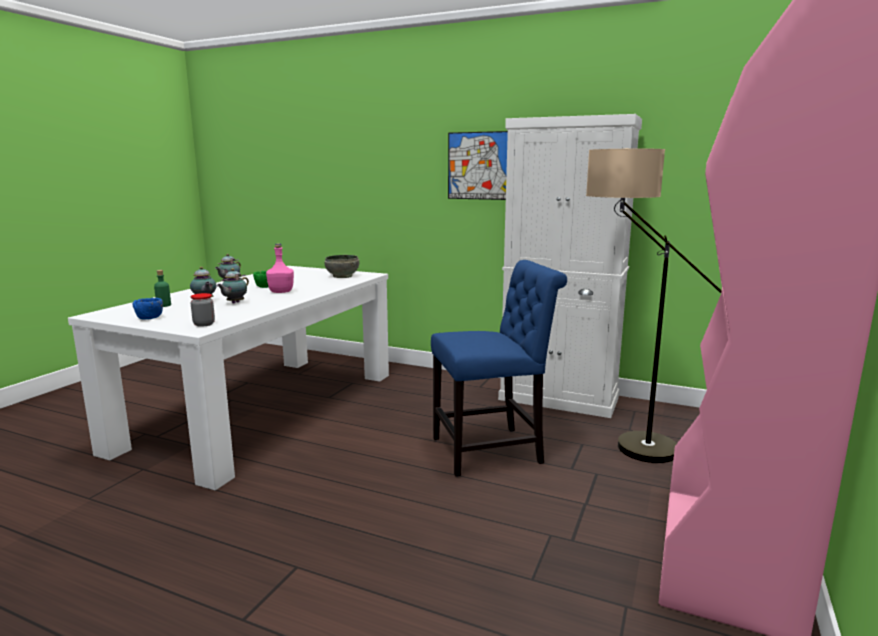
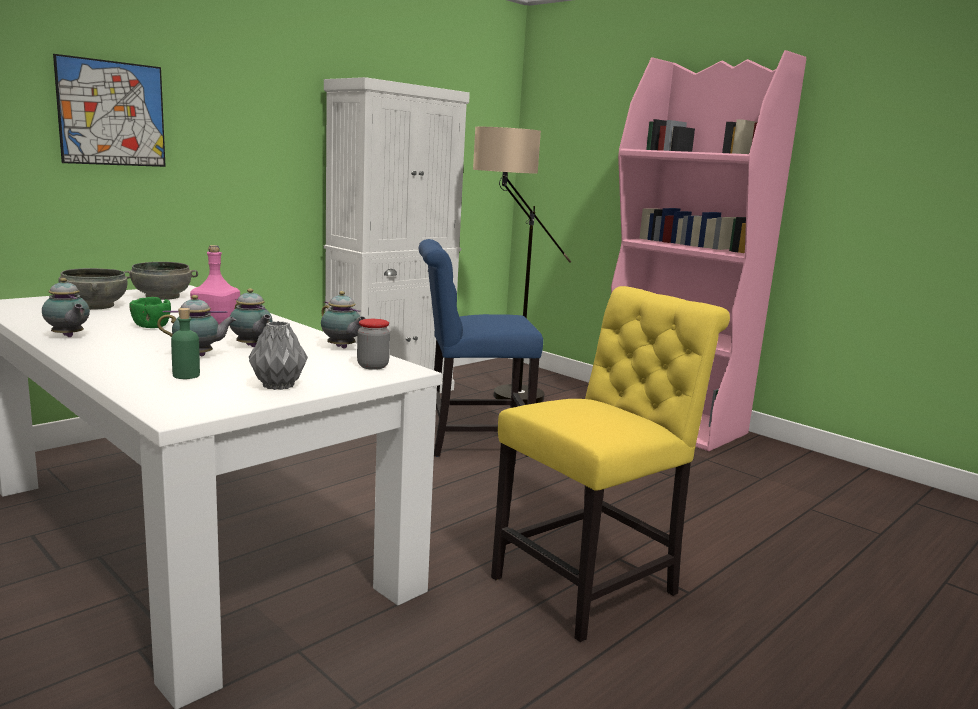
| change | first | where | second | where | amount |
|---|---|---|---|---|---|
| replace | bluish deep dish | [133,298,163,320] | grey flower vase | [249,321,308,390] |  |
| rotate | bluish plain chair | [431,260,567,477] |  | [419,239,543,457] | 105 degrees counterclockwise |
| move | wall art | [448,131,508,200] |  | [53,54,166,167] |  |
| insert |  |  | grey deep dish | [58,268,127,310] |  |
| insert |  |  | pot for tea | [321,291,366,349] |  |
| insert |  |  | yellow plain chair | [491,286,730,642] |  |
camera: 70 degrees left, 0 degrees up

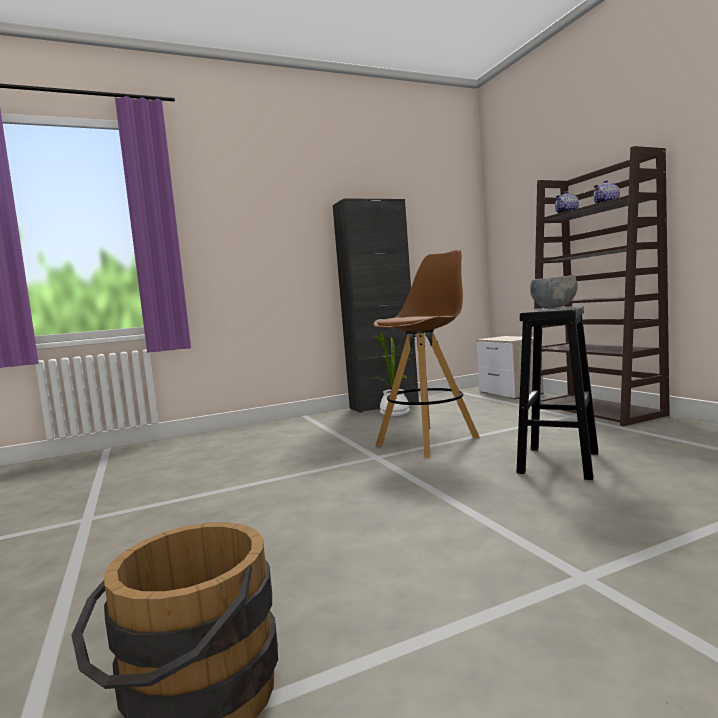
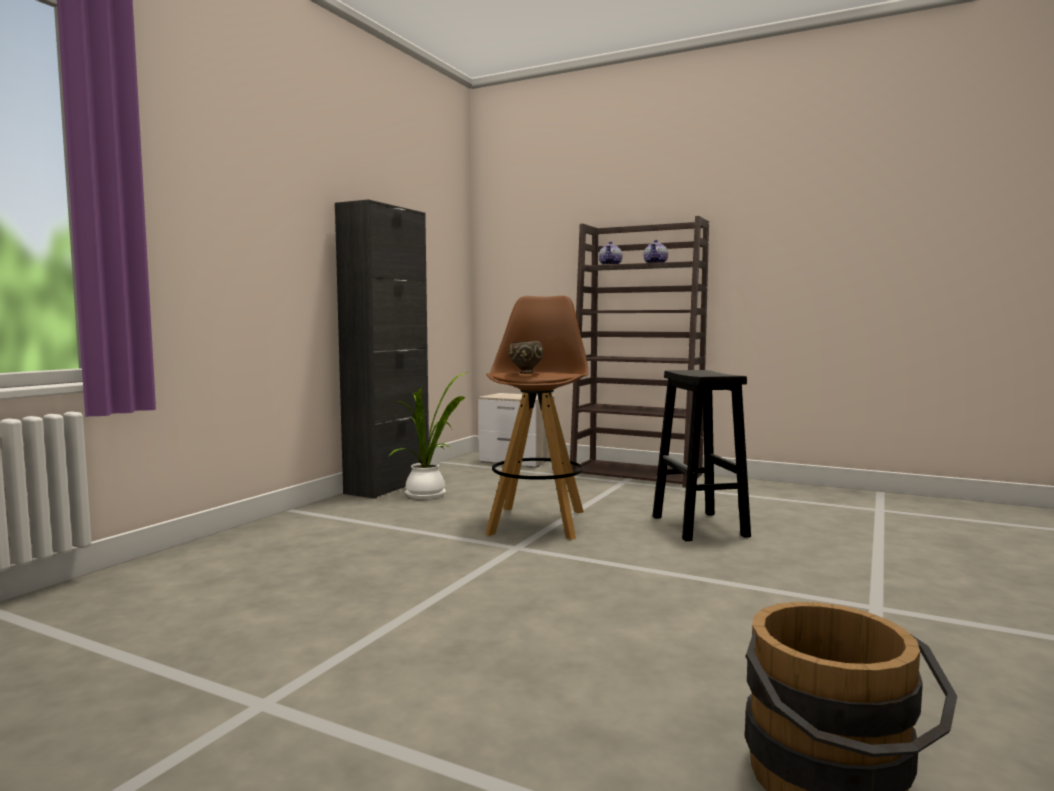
| change | first | where | second | where | amount |
|---|---|---|---|---|---|
| delete | grey deep dish | [530,275,578,309] |  |  |  |
| insert |  |  | brownish deep dish | [509,341,543,374] |  |
camera: 40 degrees left, 0 degrees up

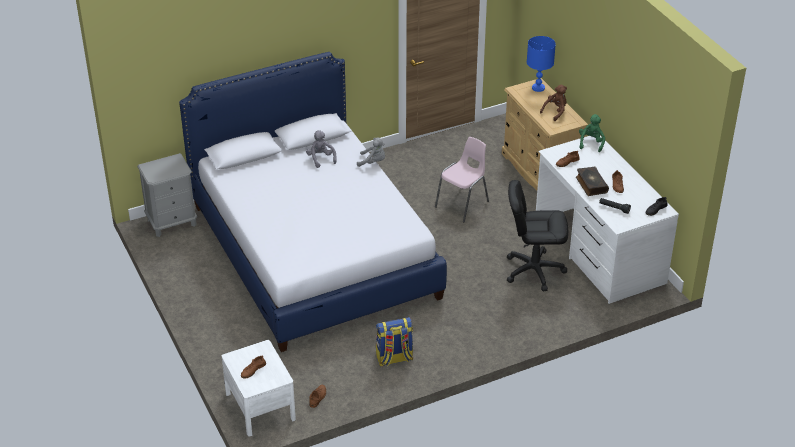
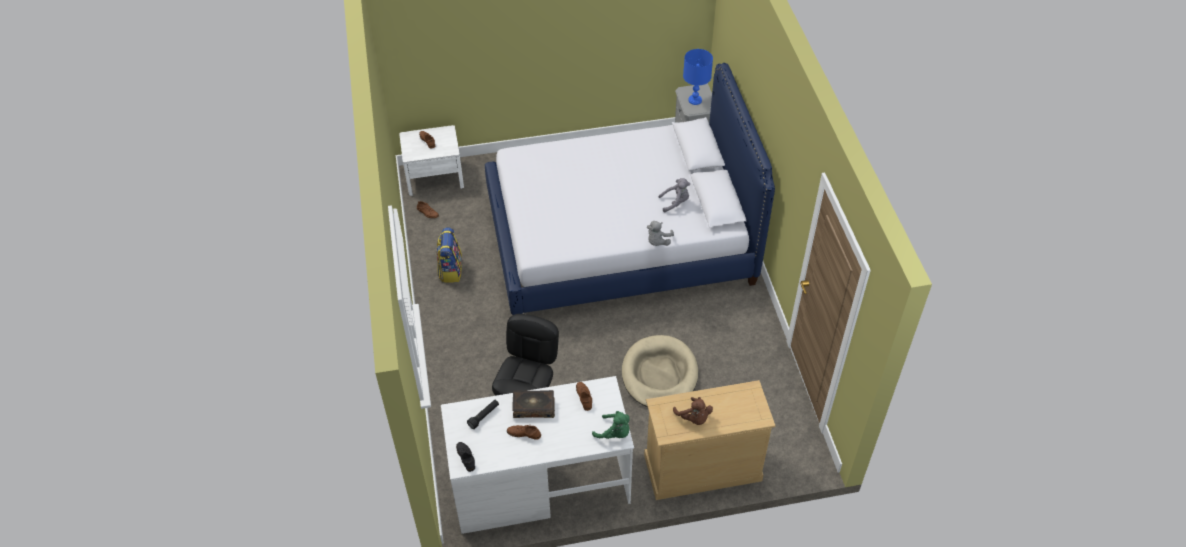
| change | first | where | second | where | amount |
|---|---|---|---|---|---|
| replace | pinkish plain chair | [435,137,489,222] | beige dog bed | [622,335,698,407] |  |
| move | bluish lamp for a table | [527,36,556,92] |  | [683,49,713,105] |  |
camera: 105 degrees right, 10 degrees up

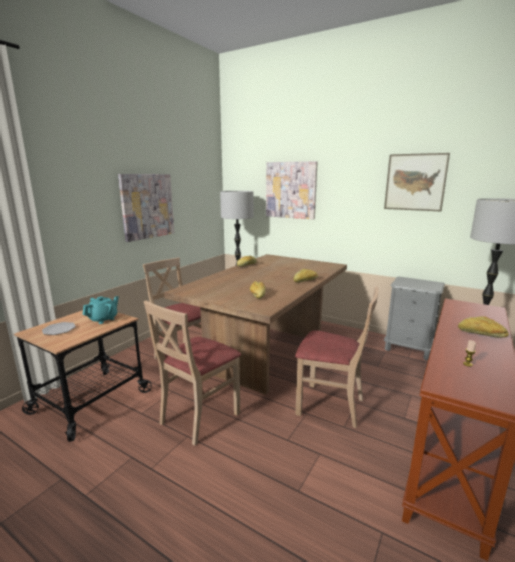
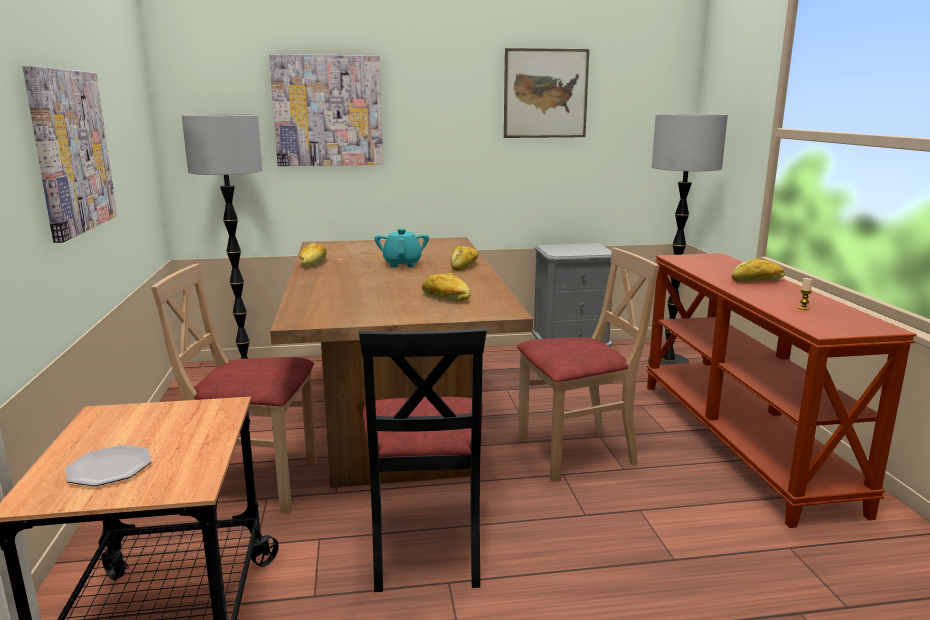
| change | first | where | second | where | amount |
|---|---|---|---|---|---|
| move | turquoise pot for tea | [83,296,119,324] |  | [375,228,429,268] |  |
| recolor | beige plain chair | [144,300,241,446] | blackish plain chair | [359,328,486,592] |  |
camera: 40 degrees left, 0 degrees up

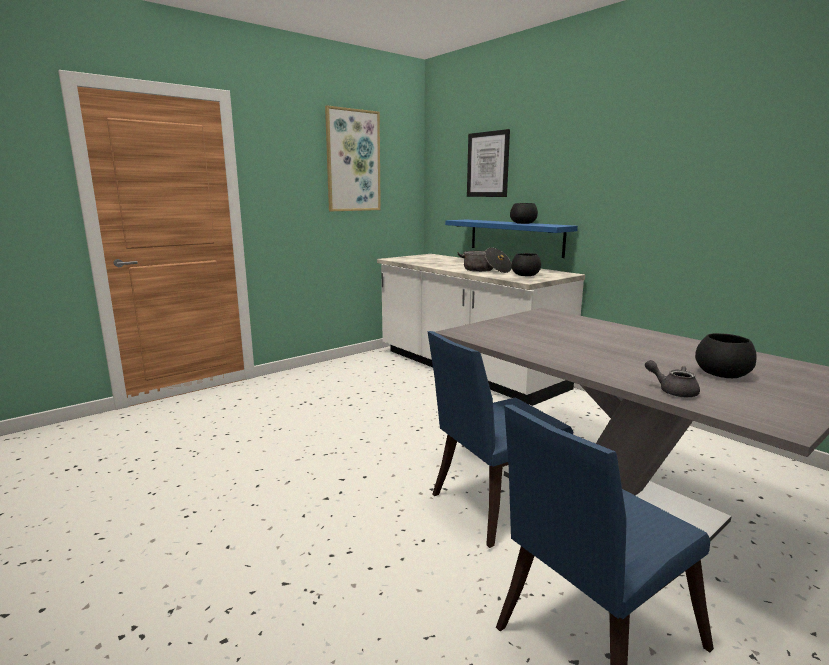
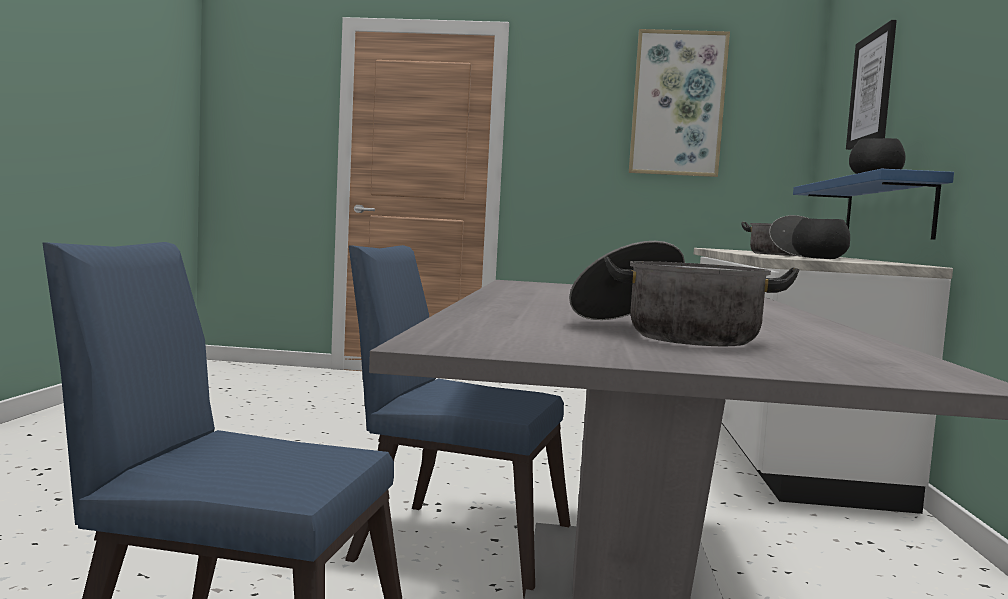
| change | first | where | second | where | amount |
|---|---|---|---|---|---|
| delete | grey pot for tea | [645,360,700,397] |  |  |  |
| replace | blackish deep dish | [695,333,757,378] | stockpot | [569,241,800,346] |  |
camera: 45 degrees right, 10 degrees down

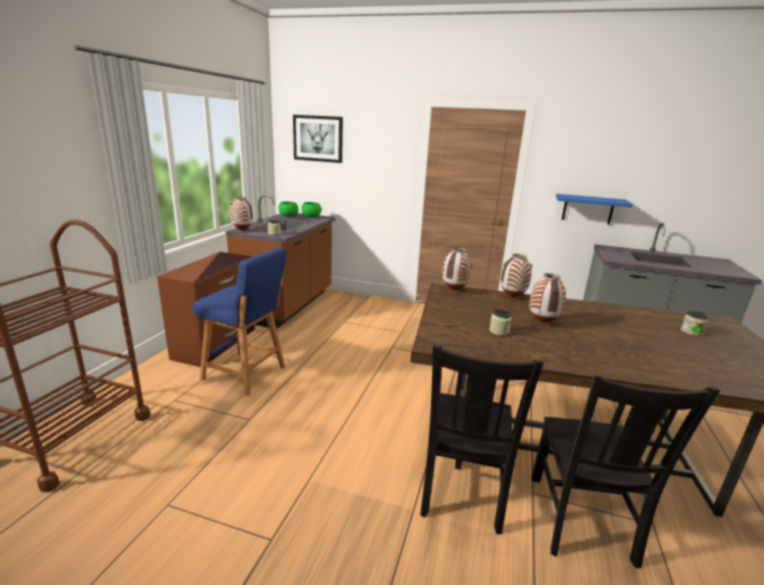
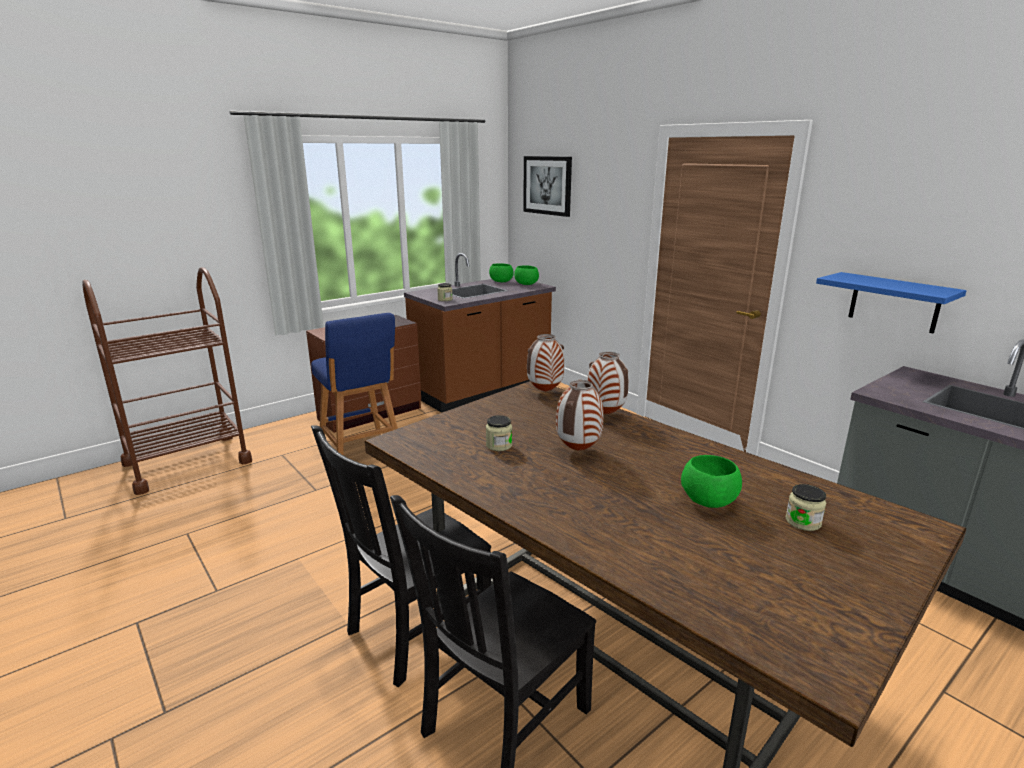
| change | first | where | second | where | amount |
|---|---|---|---|---|---|
| delete | flower vase | [230,197,253,231] |  |  |  |
| insert |  |  | green deep dish | [681,455,742,508] |  |
camera: 35 degrees right, 0 degrees up

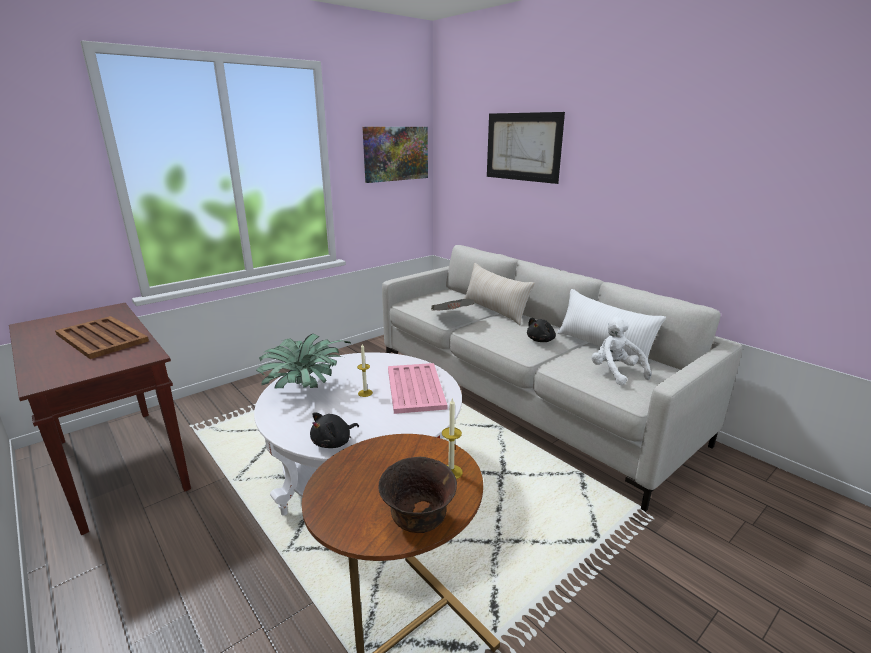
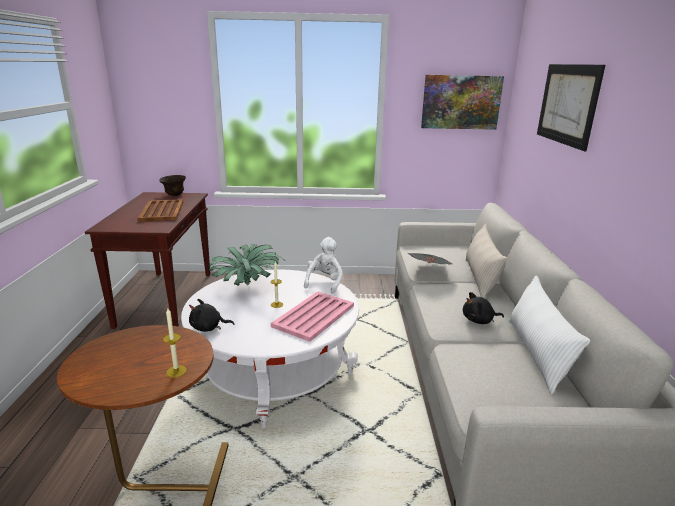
| change | first | where | second | where | amount |
|---|---|---|---|---|---|
| move | brownish deep dish | [378,457,457,533] |  | [159,175,186,196] |  |
| move | whitish soft toy | [592,317,652,386] |  | [304,237,343,294] |  |
camera: 40 degrees right, 0 degrees up

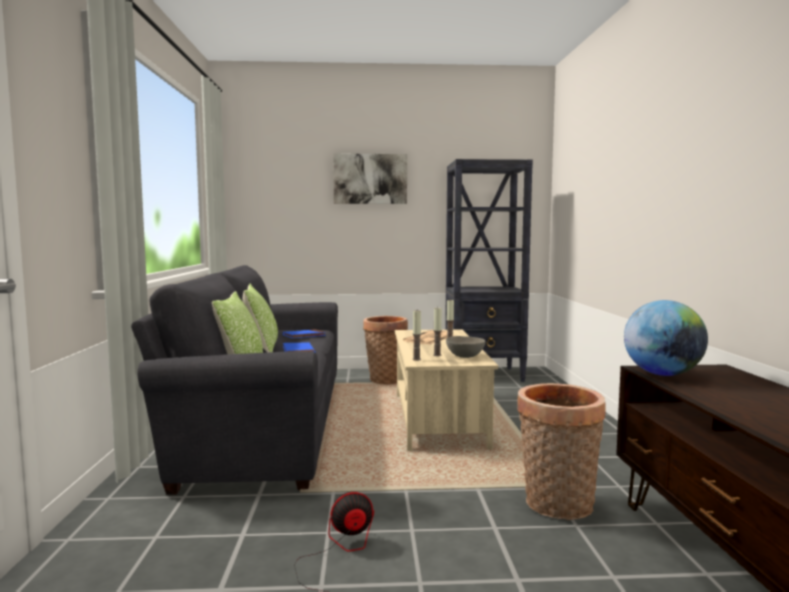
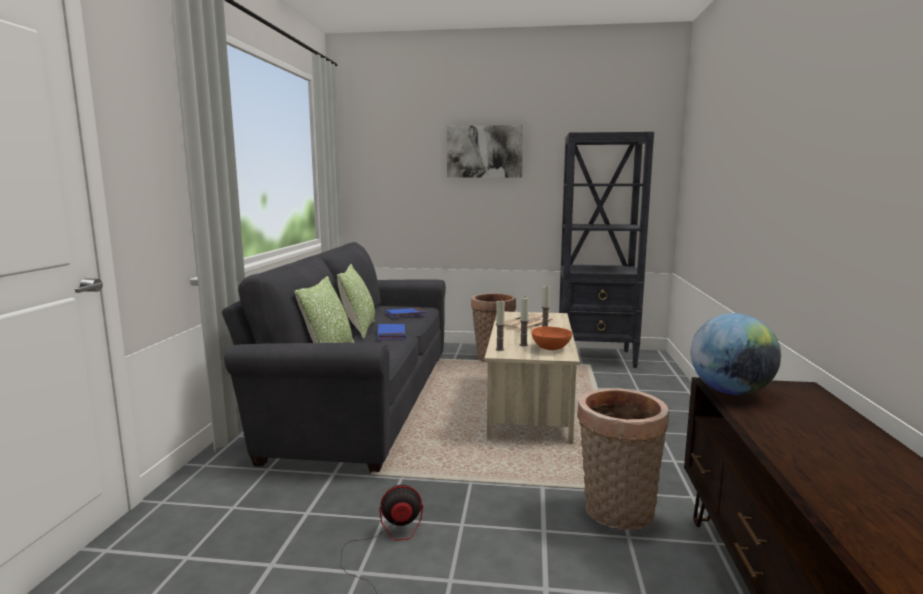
| change | first | where | second | where | amount |
|---|---|---|---|---|---|
| recolor | grey deep dish | [446,336,485,358] | orangey deep dish | [532,326,572,350] |  |
camera: 10 degrees right, 5 degrees up

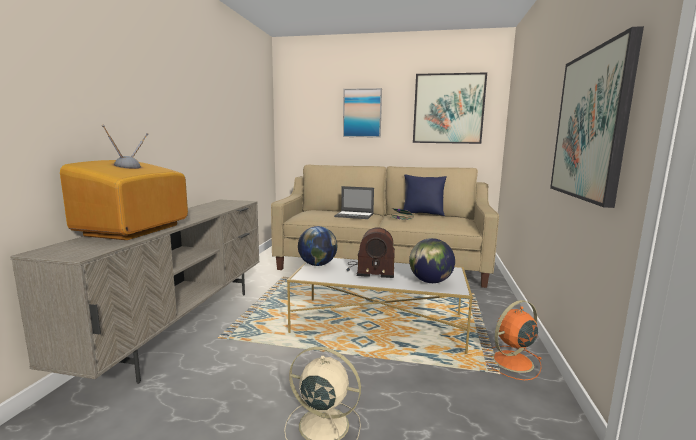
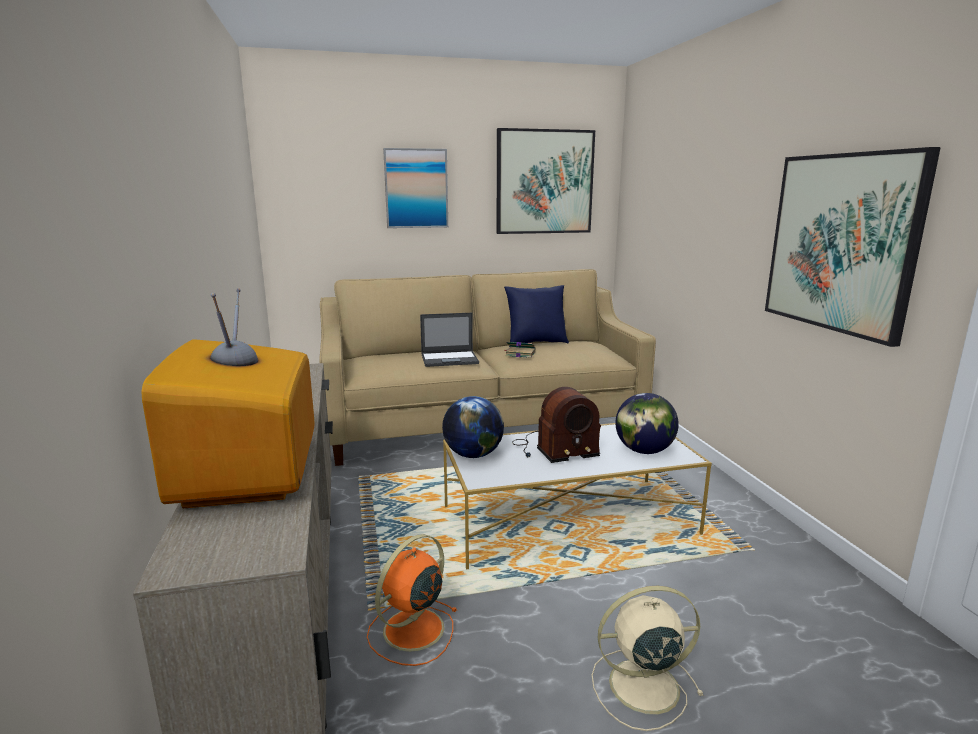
| change | first | where | second | where | amount |
|---|---|---|---|---|---|
| move | orangey electric fan | [483,300,542,380] |  | [367,534,457,666] |  |
camera: 25 degrees left, 5 degrees up

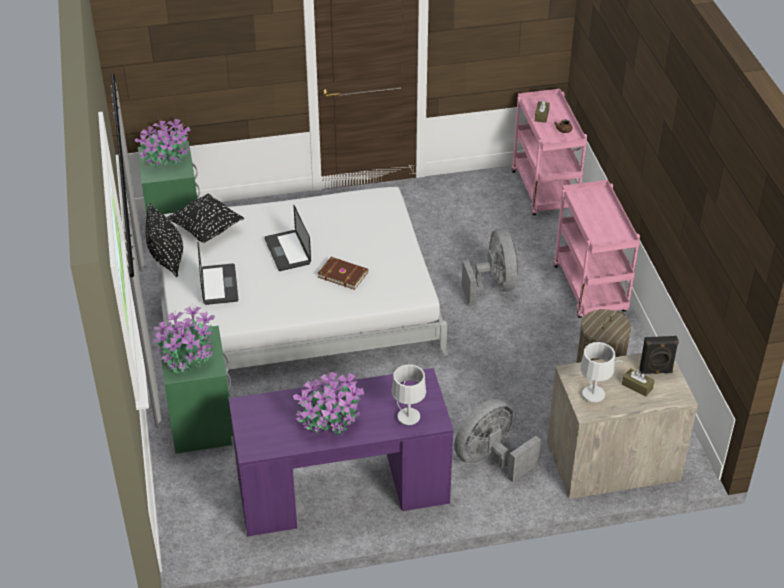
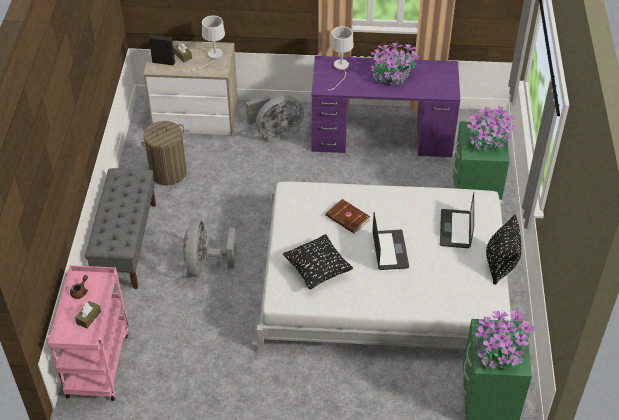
| change | first | where | second | where | amount |
|---|---|---|---|---|---|
| move | blackish throw pillow | [167,194,244,243] |  | [283,234,353,290] |  |
| replace | pinkish trolley | [554,180,640,318] | grey indoor bench | [85,168,156,289] |  |
camera: 165 degrees left, 5 degrees up

